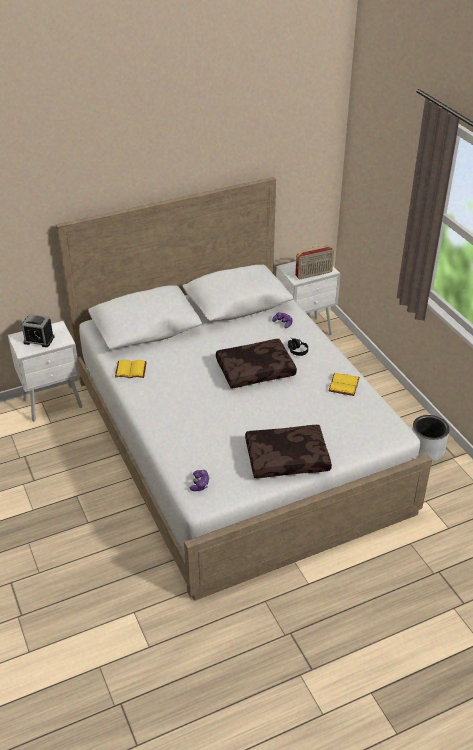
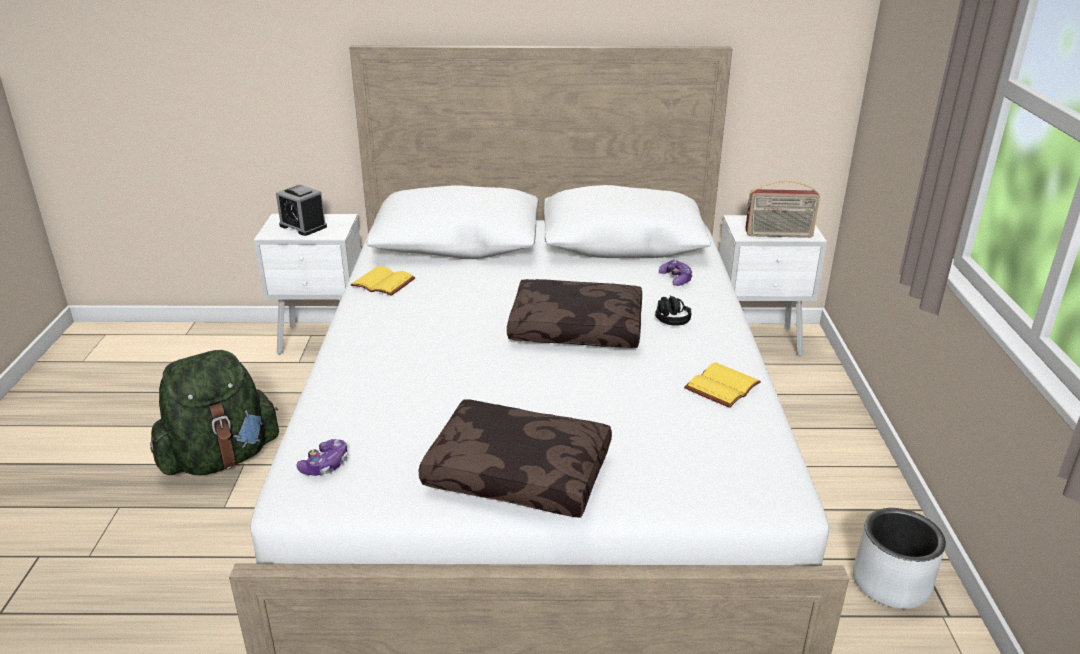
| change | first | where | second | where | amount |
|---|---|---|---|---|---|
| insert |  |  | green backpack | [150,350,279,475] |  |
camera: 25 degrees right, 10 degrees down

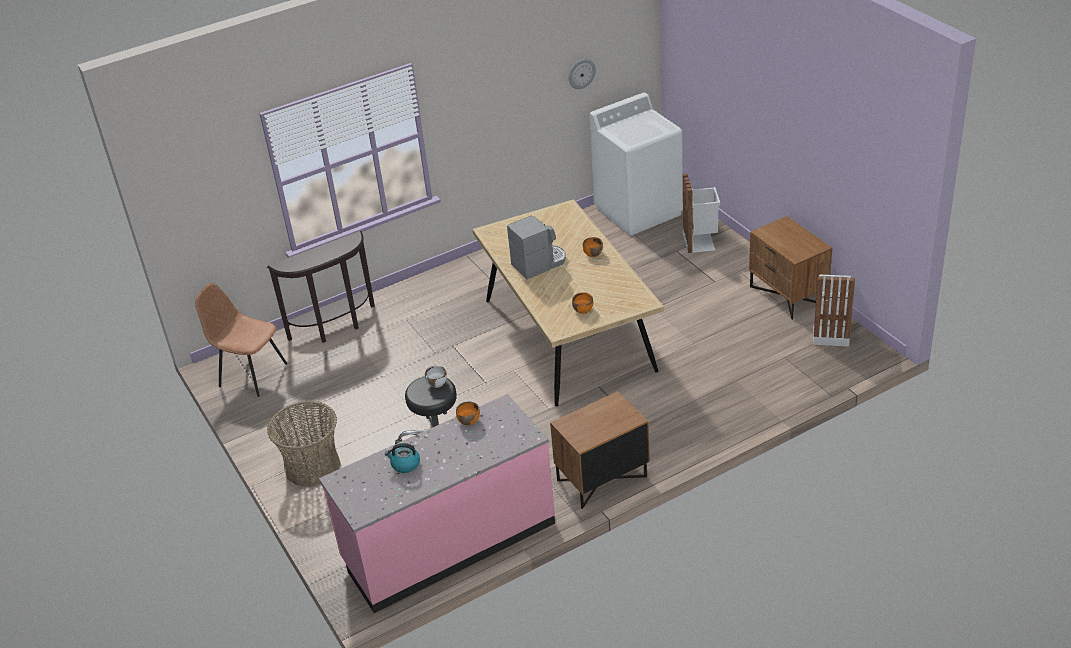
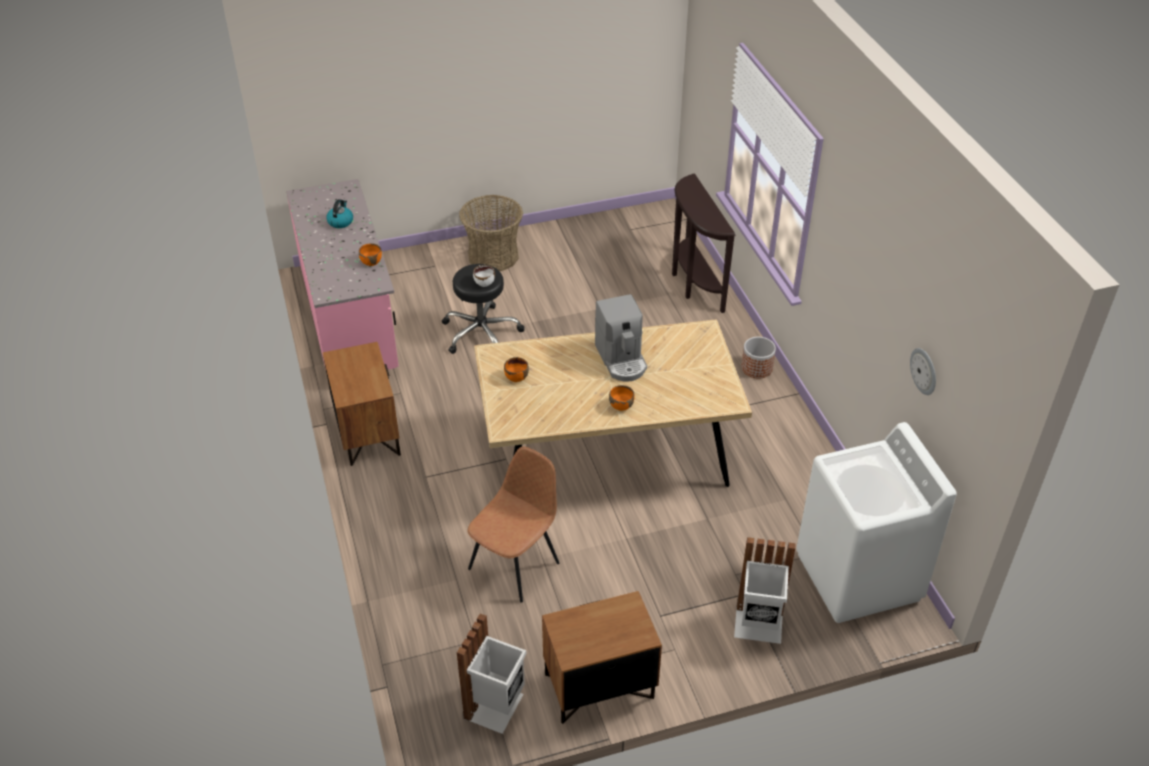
| change | first | where | second | where | amount |
|---|---|---|---|---|---|
| move | brownish plain chair | [195,283,287,397] |  | [468,447,559,603] |  |
| insert |  |  | flower pot | [741,337,776,379] |  |
camera: 100 degrees right, 5 degrees up

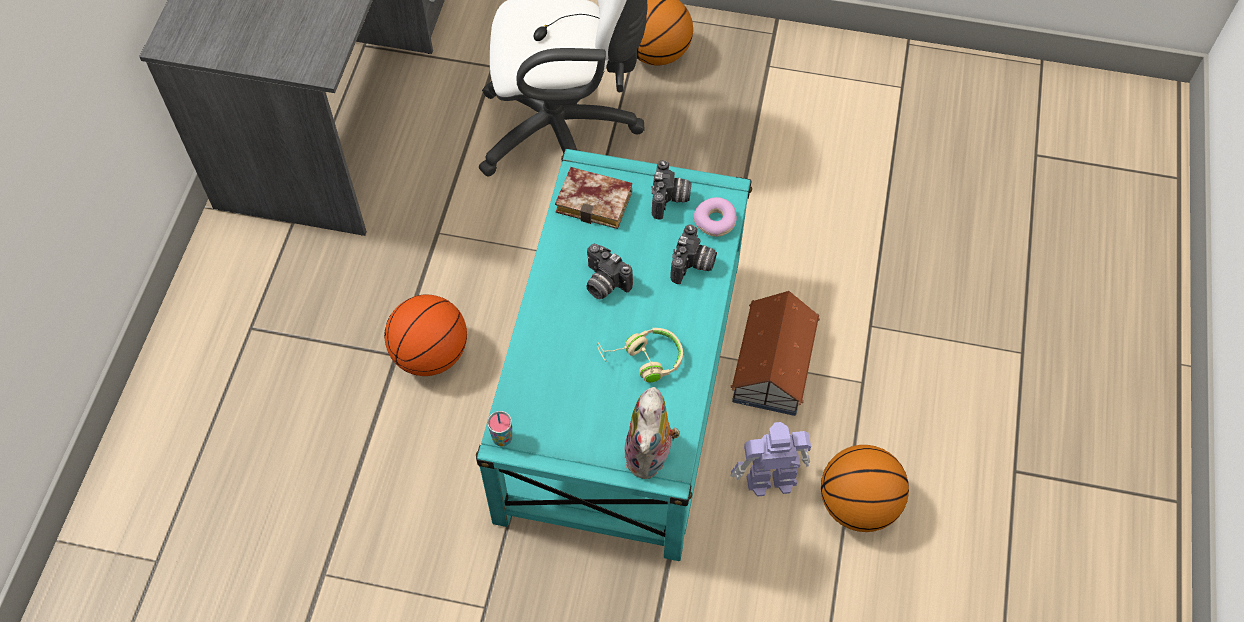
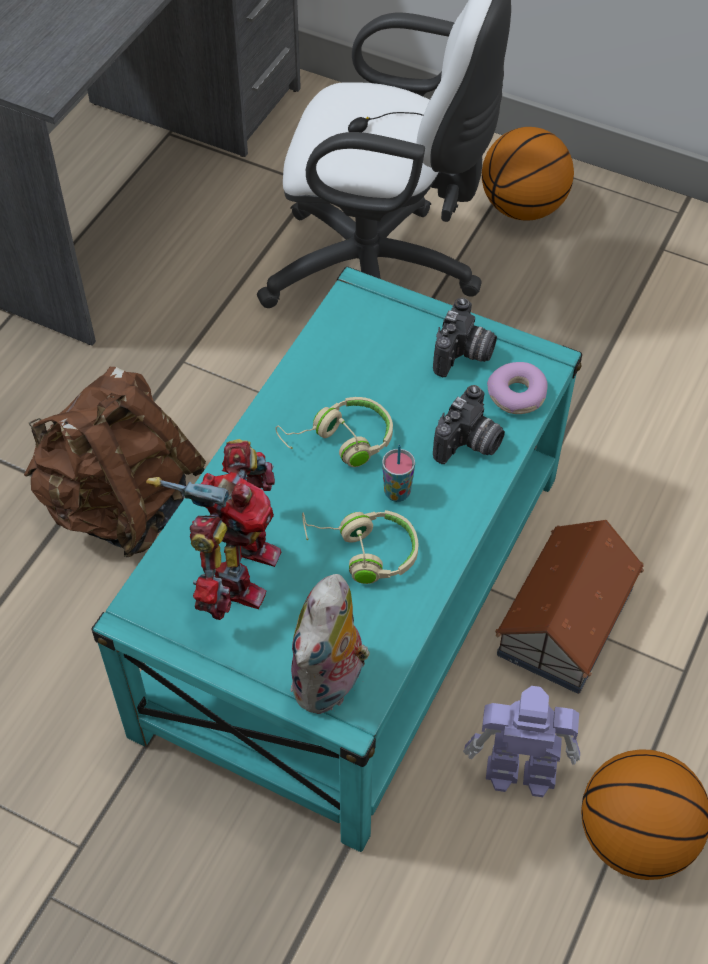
| change | first | where | second | where | amount |
|---|---|---|---|---|---|
| replace | basketball | [384,295,467,376] | brownish backpack | [24,367,206,557] |  |
| move | drinking cup | [487,411,512,446] |  | [382,445,415,502] |  |
| delete | book | [555,167,632,229] |  |  |  |
| replace | photo camera | [586,244,633,299] | beige pair of headphones | [275,397,393,467] |  |
| insert |  |  | model robot | [146,439,281,620] |  |
camera: 15 degrees right, 5 degrees down

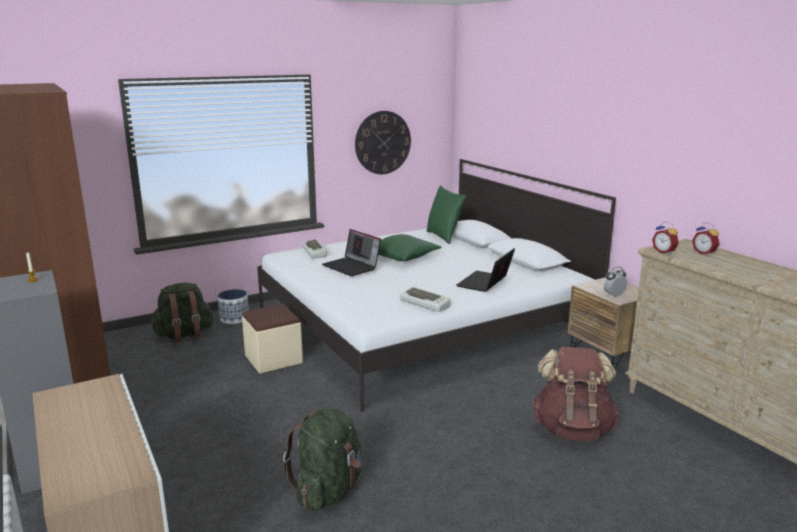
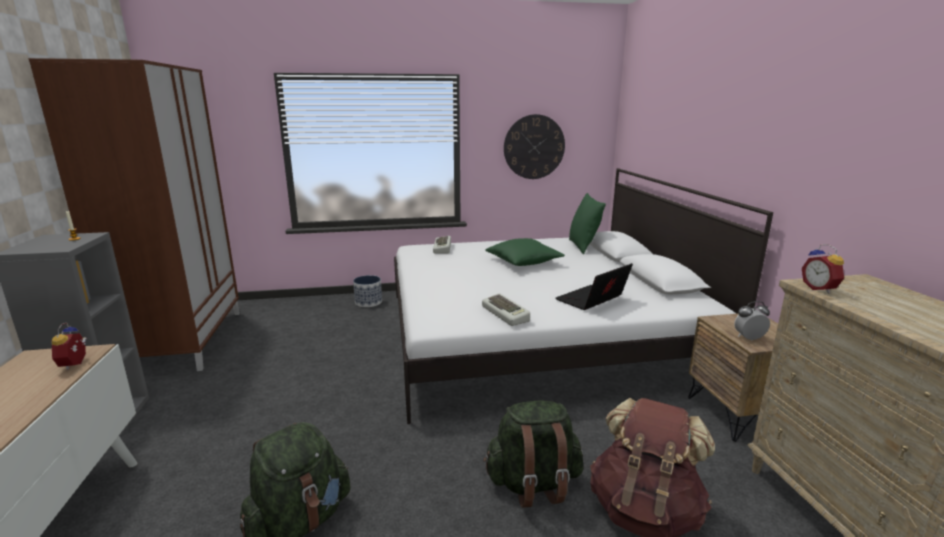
| change | first | where | second | where | amount |
|---|---|---|---|---|---|
| move | green backpack | [150,283,213,343] |  | [483,400,583,508] |  |
| delete | beige pouffe | [242,304,303,374] |  |  |  |
| delete | portable computer | [322,229,381,276] |  |  |  |
| move | alarm clock | [692,222,720,256] |  | [51,323,87,370] |  |
camera: 20 degrees right, 0 degrees up

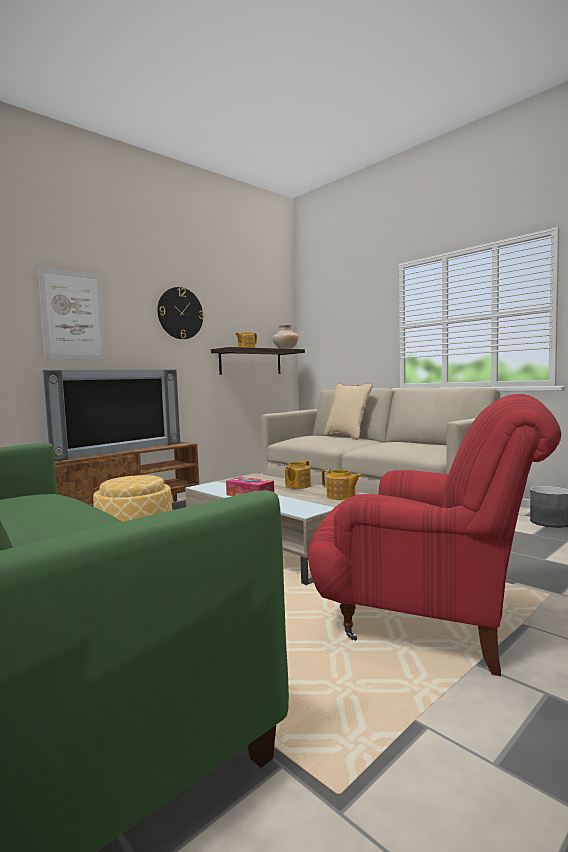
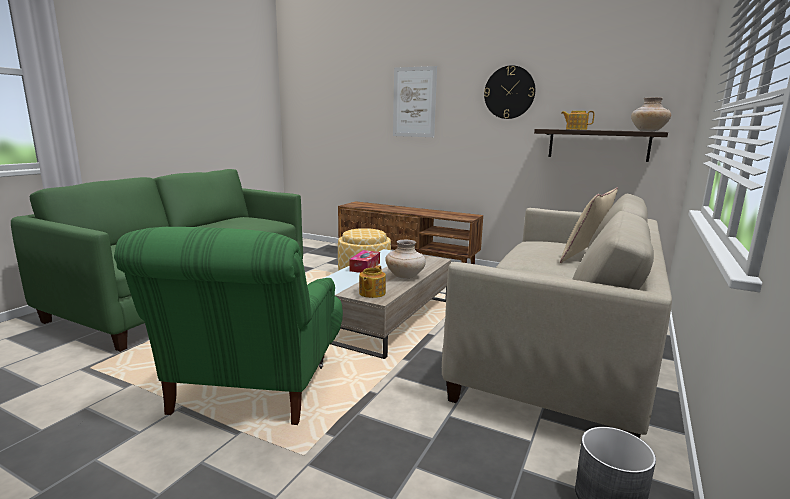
| change | first | where | second | where | amount |
|---|---|---|---|---|---|
| delete | television | [40,370,180,461] |  |  |  |
| replace | pot for tea | [285,461,311,489] | beige flower vase | [385,240,426,279] |  |
| recolor | reddish easy chair | [308,394,561,676] | green easy chair | [114,227,343,425] |  |
camera: 70 degrees right, 10 degrees up

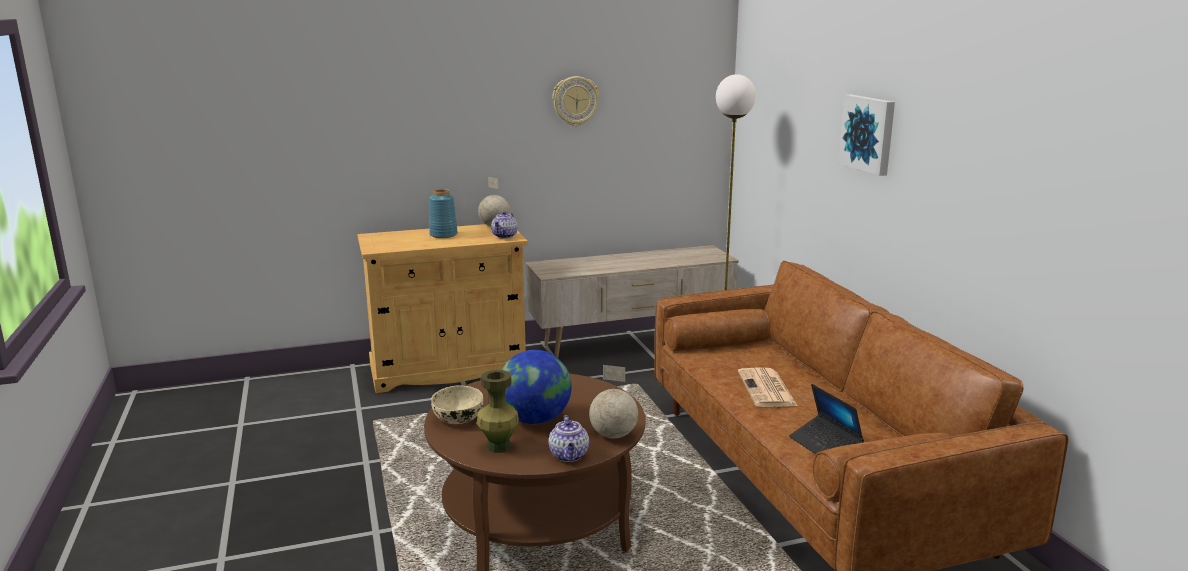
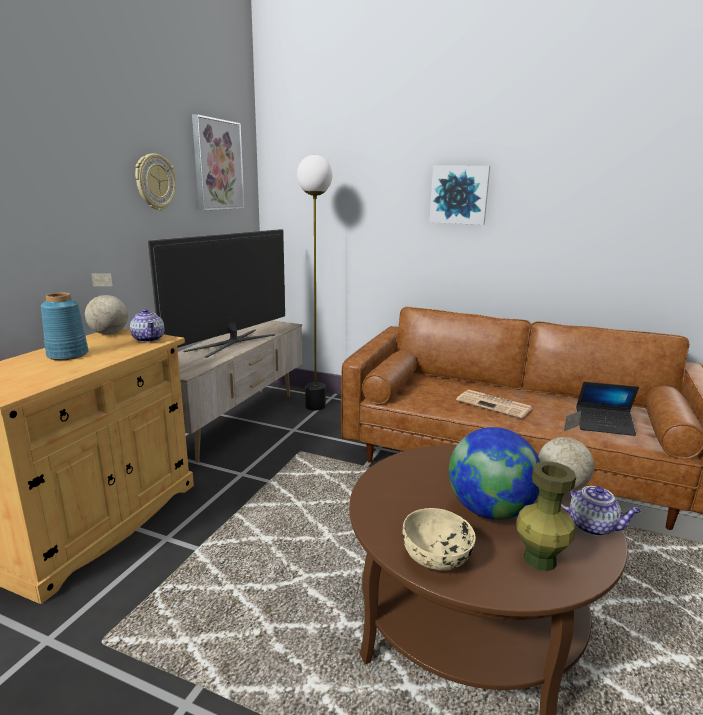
| change | first | where | second | where | amount |
|---|---|---|---|---|---|
| insert |  |  | television | [148,229,285,358] |  |
| insert |  |  | wall art | [192,114,244,211] |  |
camera: 50 degrees left, 0 degrees up

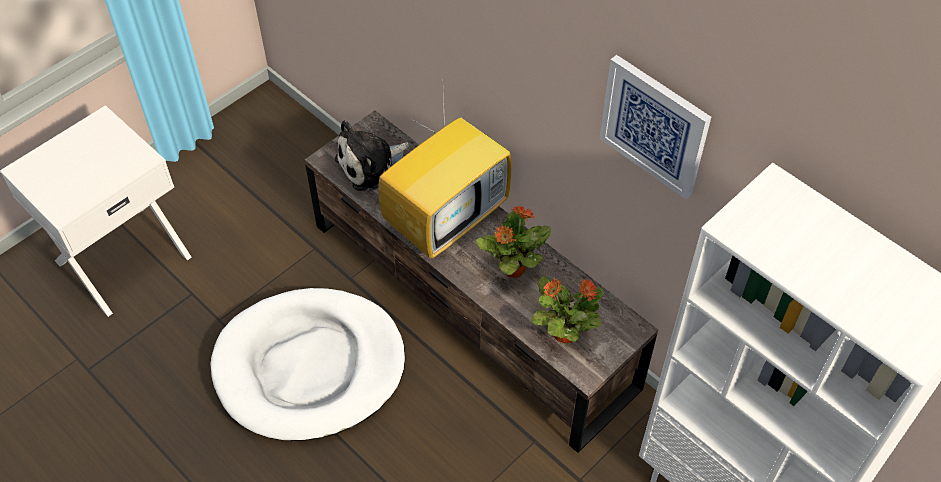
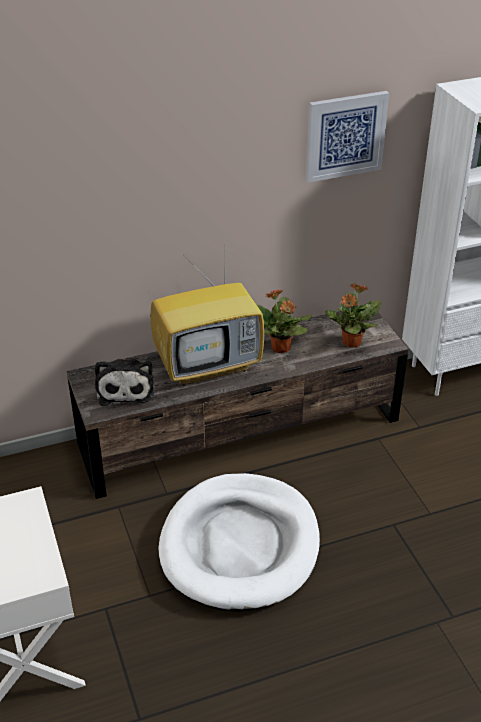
| change | first | where | second | where | amount |
|---|---|---|---|---|---|
| rotate | television | [378,94,511,259] |  | [151,242,264,386] | 90 degrees clockwise |
camera: 65 degrees left, 15 degrees down

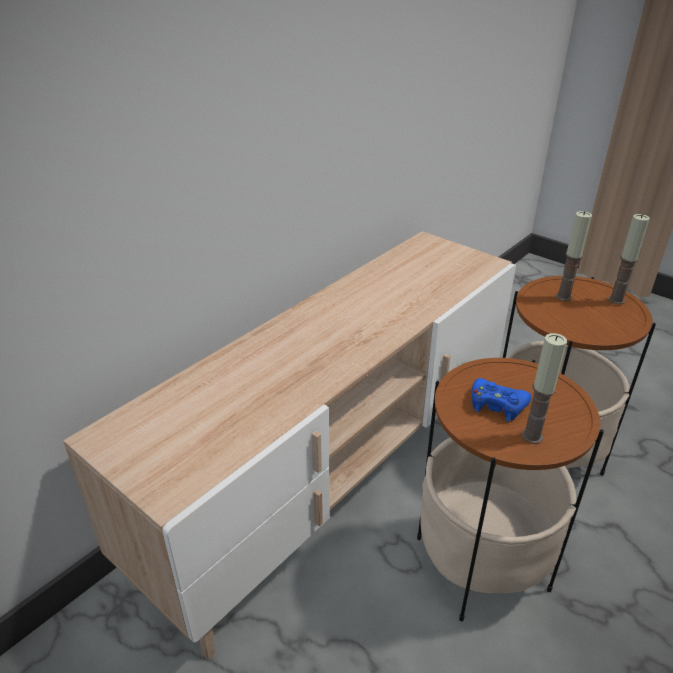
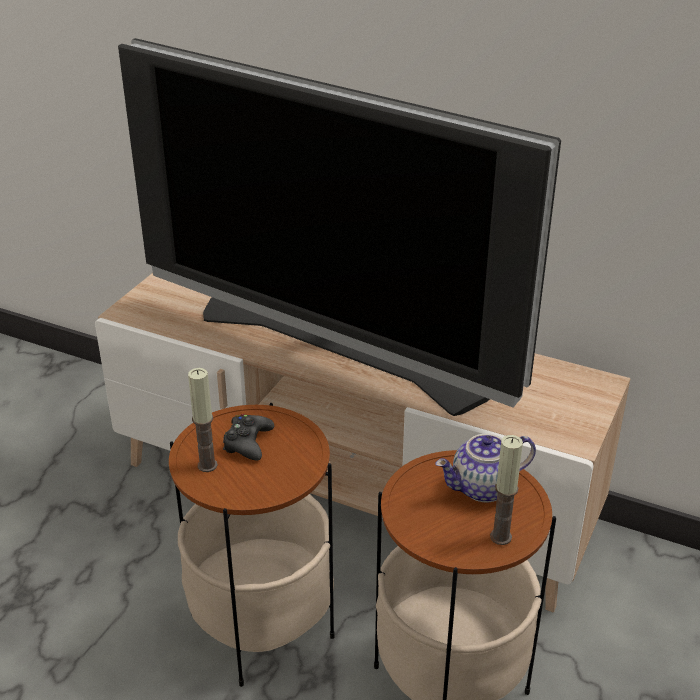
| change | first | where | second | where | amount |
|---|---|---|---|---|---|
| recolor | bluish gamepad | [472,378,531,422] | blackish gamepad | [223,414,274,461] |  |
| replace | wax light | [556,211,592,301] | pot for tea | [435,434,536,503] |  |
| insert |  |  | television | [118,38,561,416] |  |
camera: 75 degrees right, 0 degrees up

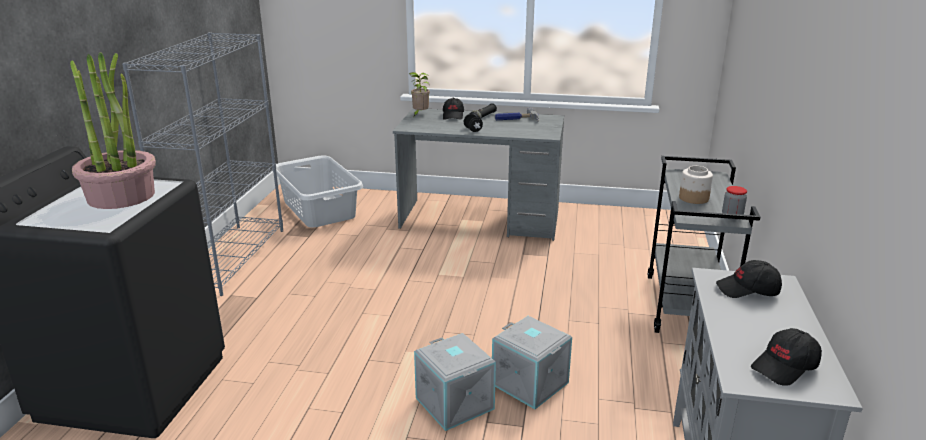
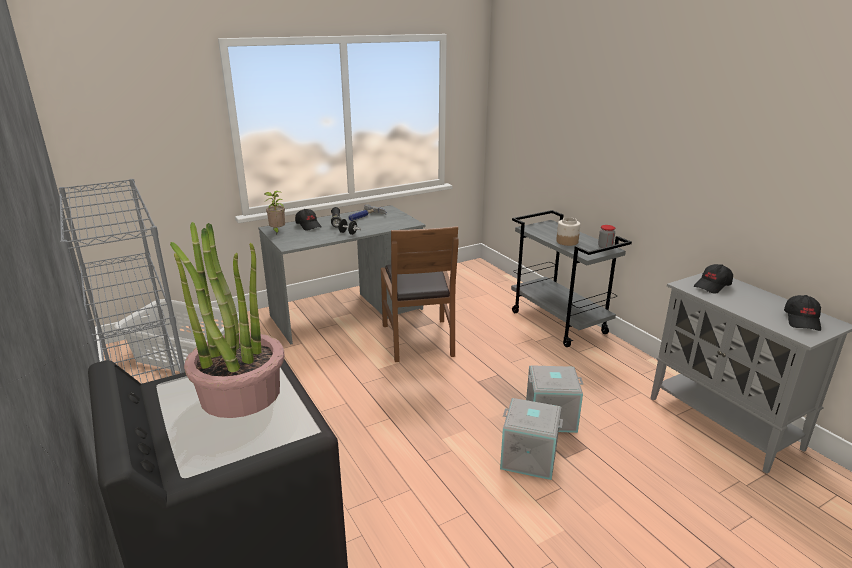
| change | first | where | second | where | amount |
|---|---|---|---|---|---|
| insert |  |  | brownish plain chair | [381,226,459,362] |  |
camera: 40 degrees left, 0 degrees up

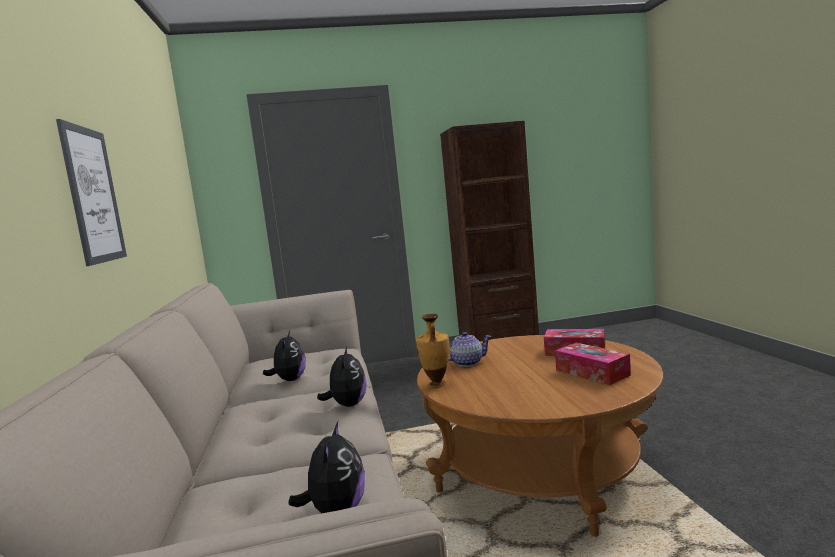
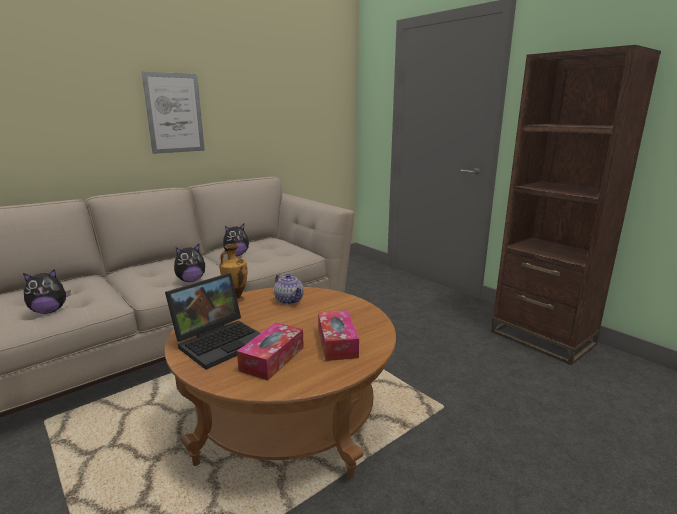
| change | first | where | second | where | amount |
|---|---|---|---|---|---|
| insert |  |  | portable computer | [165,273,261,370] |  |
camera: 60 degrees right, 10 degrees up

